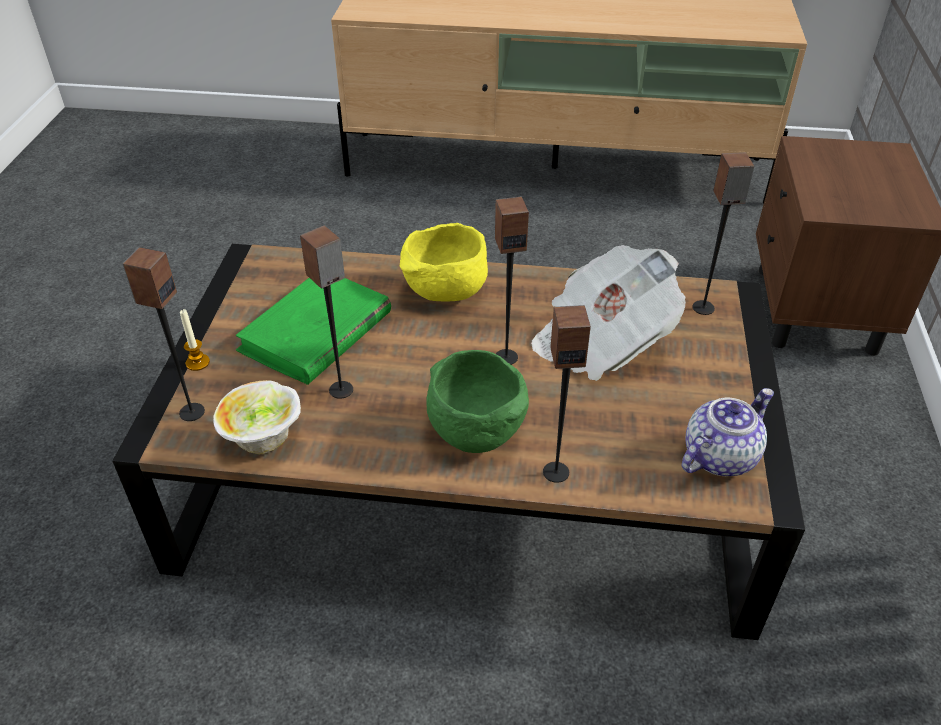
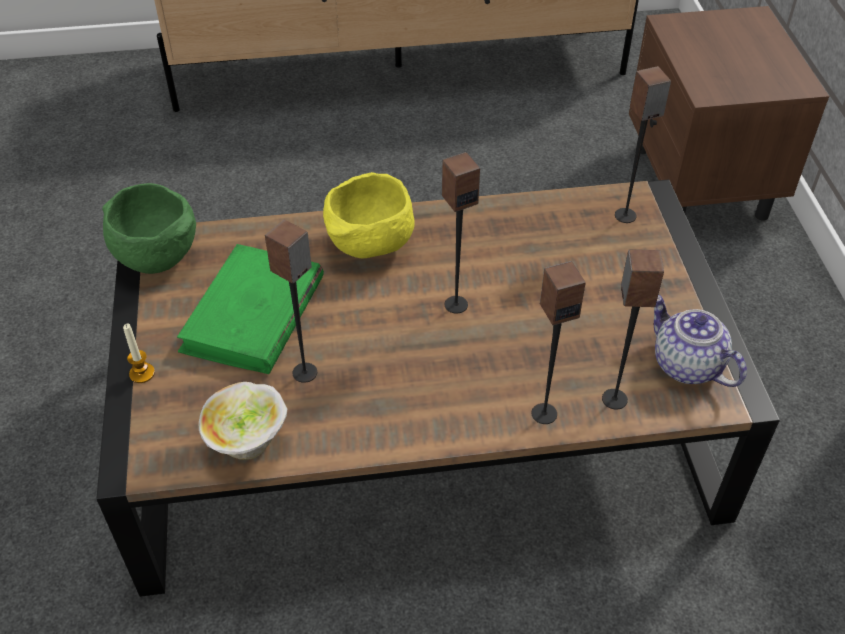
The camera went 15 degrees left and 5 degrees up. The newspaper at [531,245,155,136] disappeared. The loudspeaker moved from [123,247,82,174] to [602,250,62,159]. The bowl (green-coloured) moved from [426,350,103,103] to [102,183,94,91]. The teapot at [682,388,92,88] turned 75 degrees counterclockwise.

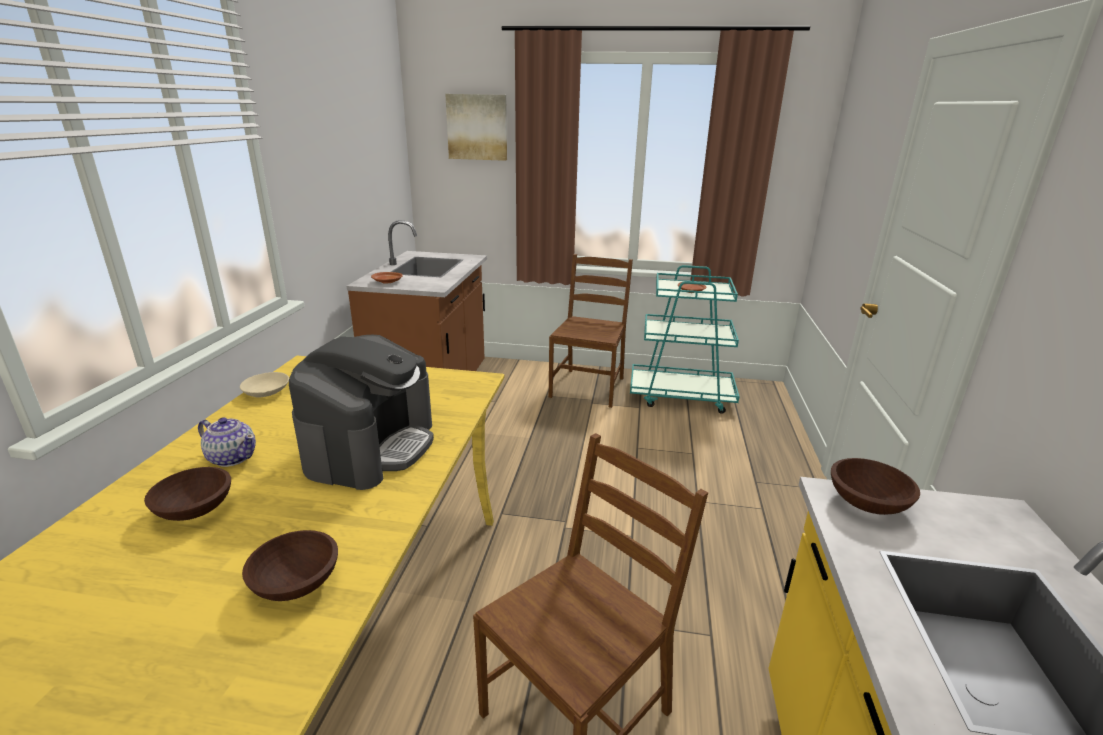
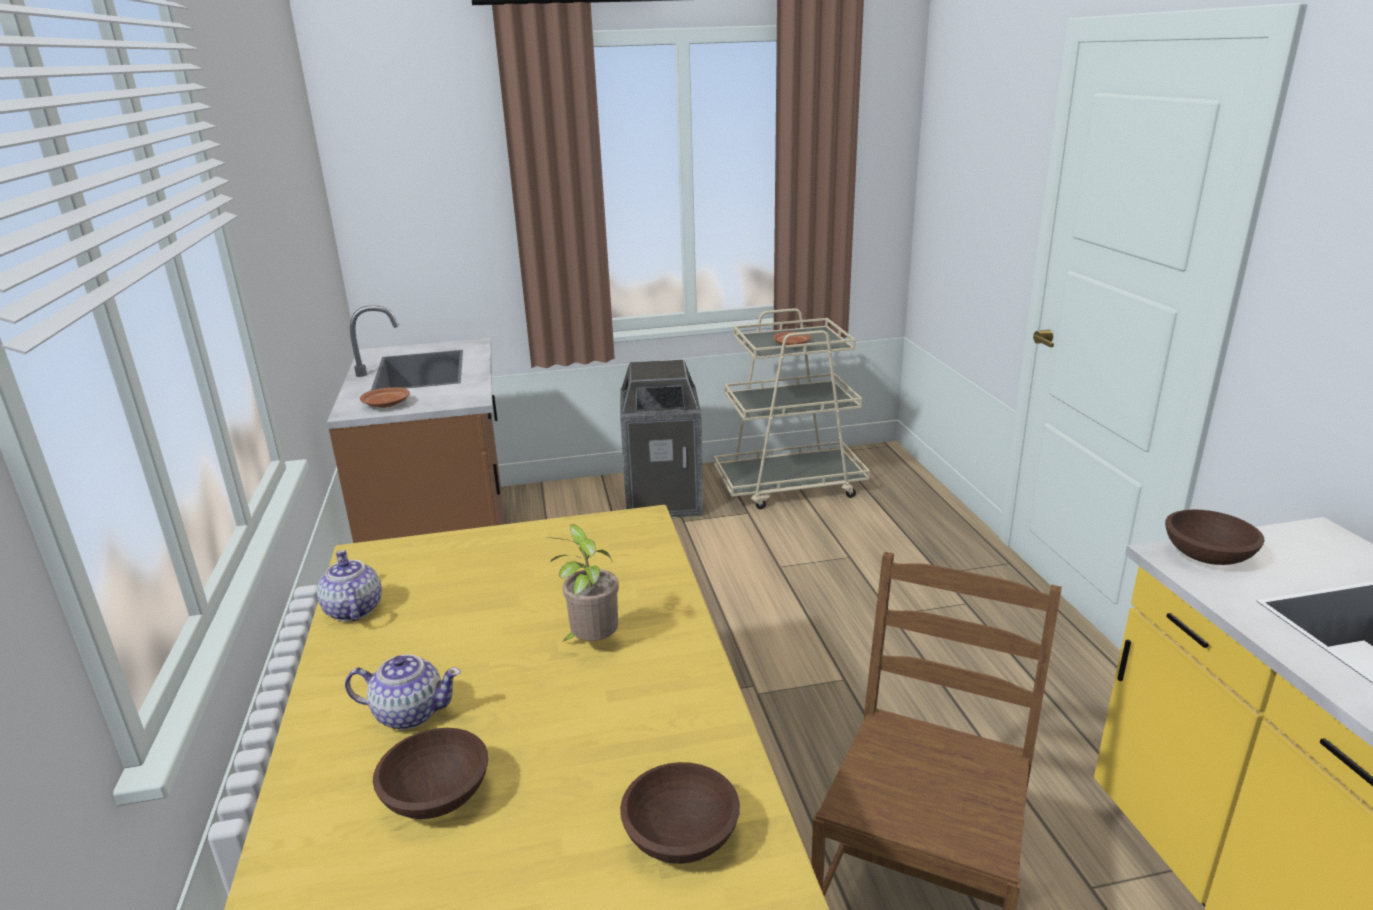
The camera went 20 degrees left and 0 degrees up. The picture at [445,94,62,67] disappeared. The bowl (sand-coloured) at [240,372,49,26] was replaced by the teapot at [317,550,65,71]. The coffee maker at [289,335,145,155] was replaced by the houseplant at [547,525,72,117]. The upright chair (brownish) at [549,254,84,154] was replaced by the trash can at [620,360,83,157]. The wheeled cart (turquoise-coloured) at [630,265,110,149] became the wheeled cart (sand-coloured) at [714,308,156,201].

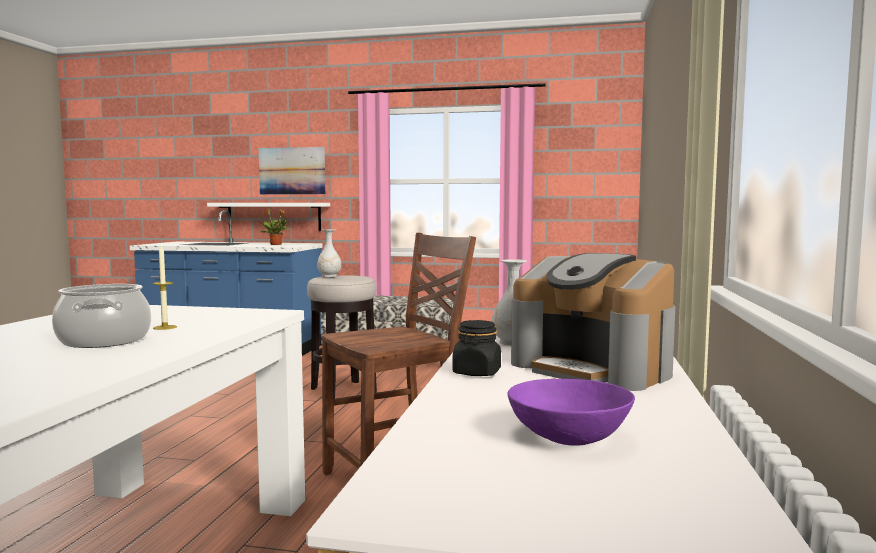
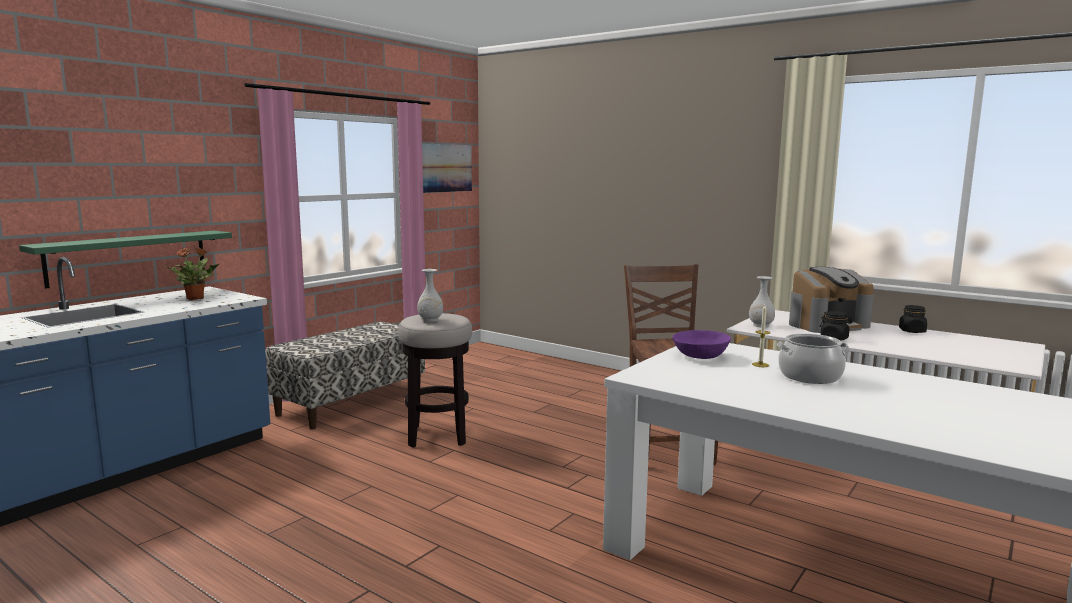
The camera went 65 degrees left and 5 degrees up. The preserve jar (blackish) at [899,305,28,28] appeared. The picture moved from [259,147,66,48] to [422,143,50,50]. The bowl (purple) moved from [507,379,128,67] to [672,330,59,29]. The bracket shelf (whitish) at [207,203,123,28] became the bracket shelf (green-coloured) at [19,231,213,58].

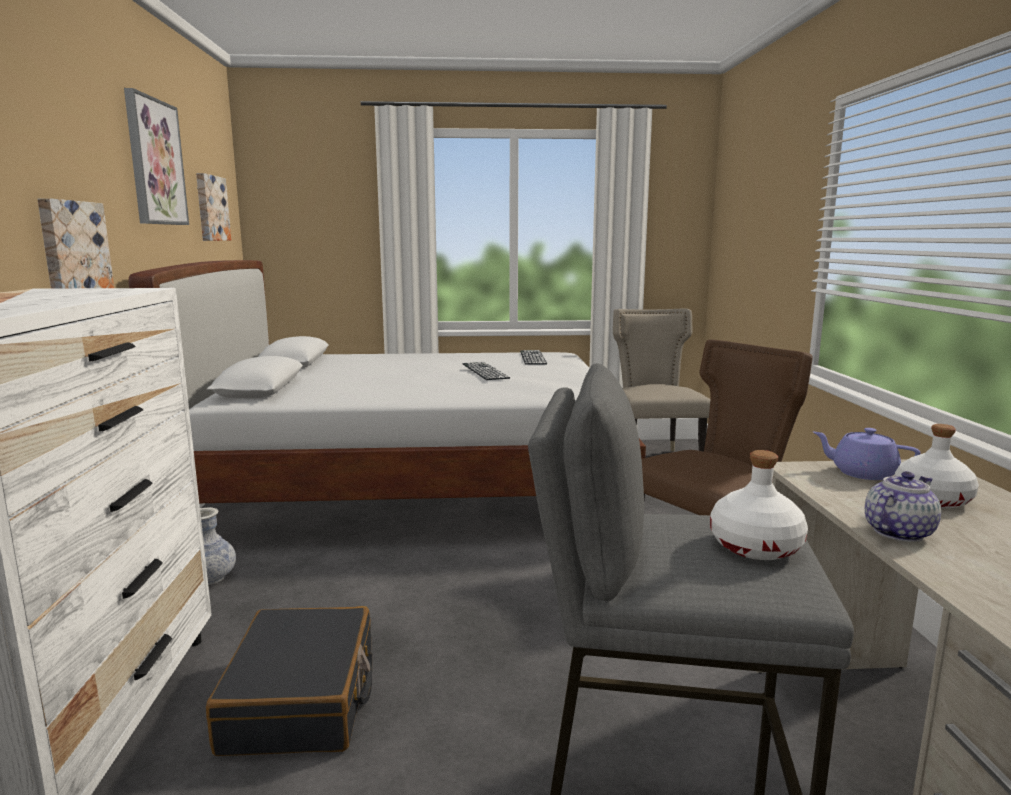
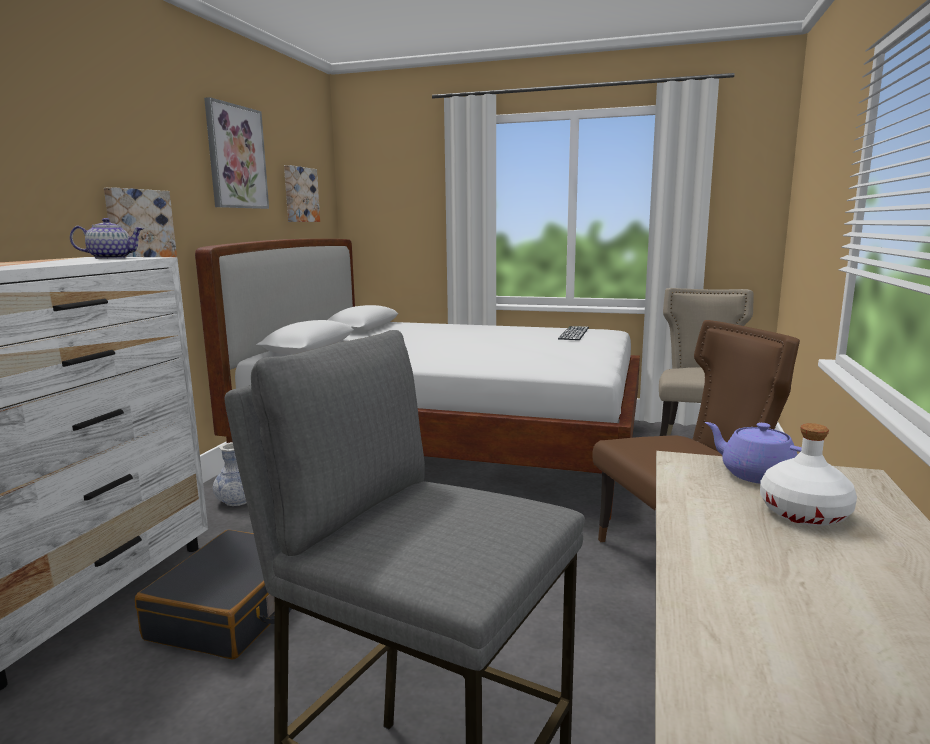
The camera went 20 degrees right and 0 degrees up. The keyboard at [463,362,47,18] disappeared. The beverage bottle (whitish) at [710,450,98,110] disappeared. The teapot moved from [865,471,76,71] to [70,218,74,41].

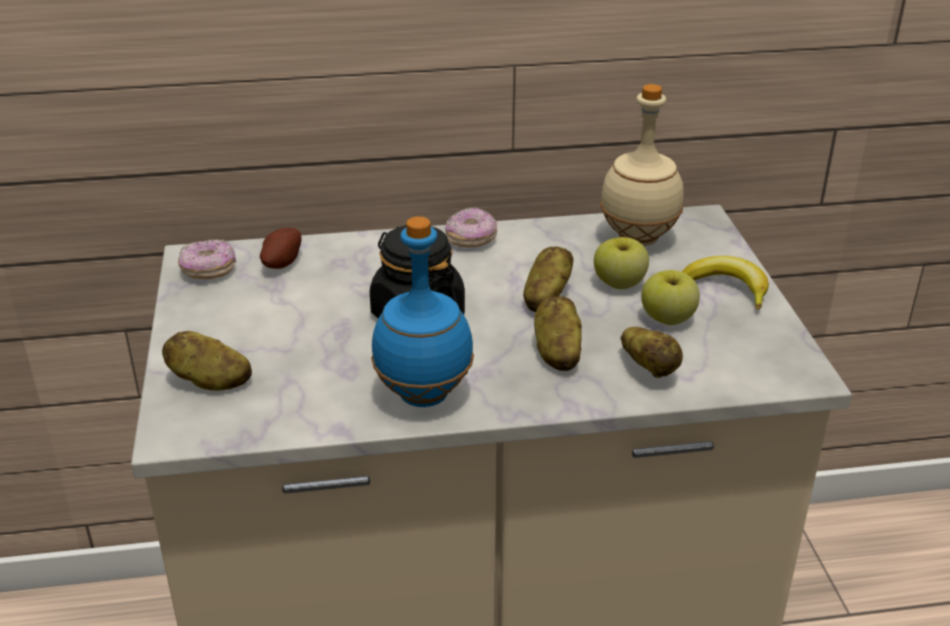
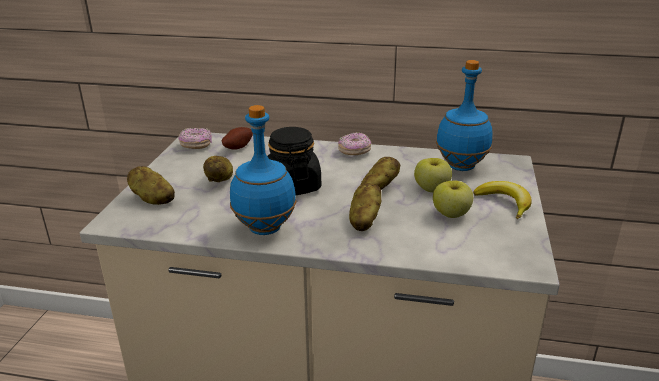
The camera went 20 degrees right and 5 degrees down. The whole potato moved from [621,327,62,51] to [203,156,30,26]. The beverage bottle (sand-coloured) at [600,84,84,162] became the beverage bottle (bluish) at [436,60,56,111].

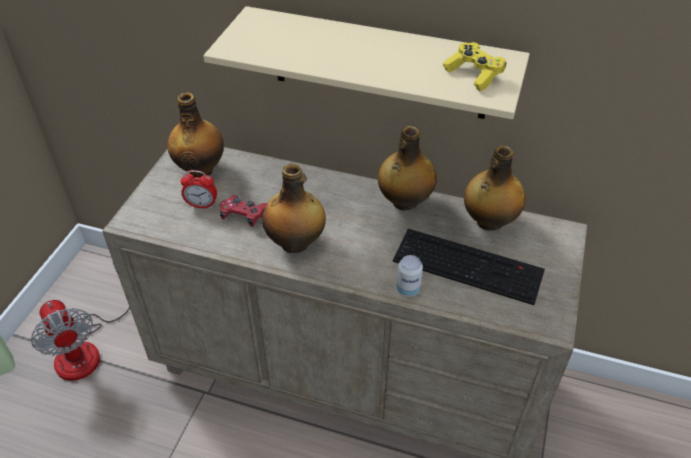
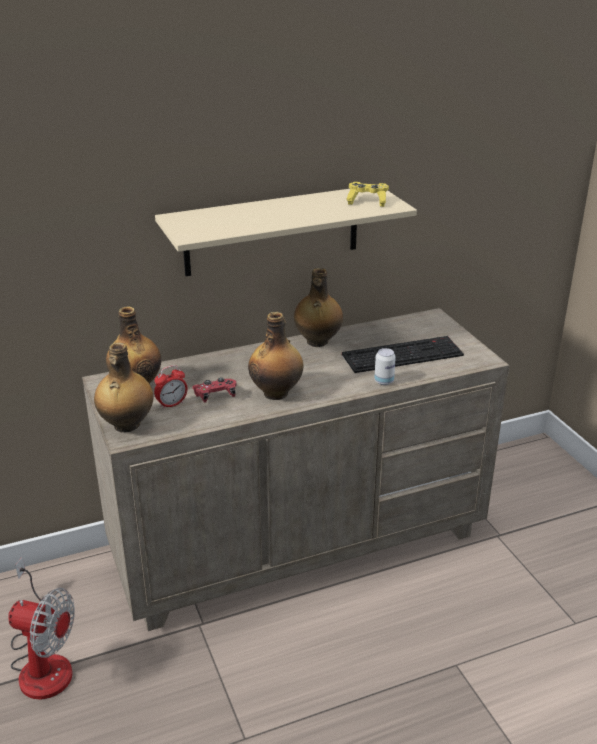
The camera went 40 degrees left and 15 degrees down. The beverage bottle moved from [464,145,62,86] to [94,343,59,90].

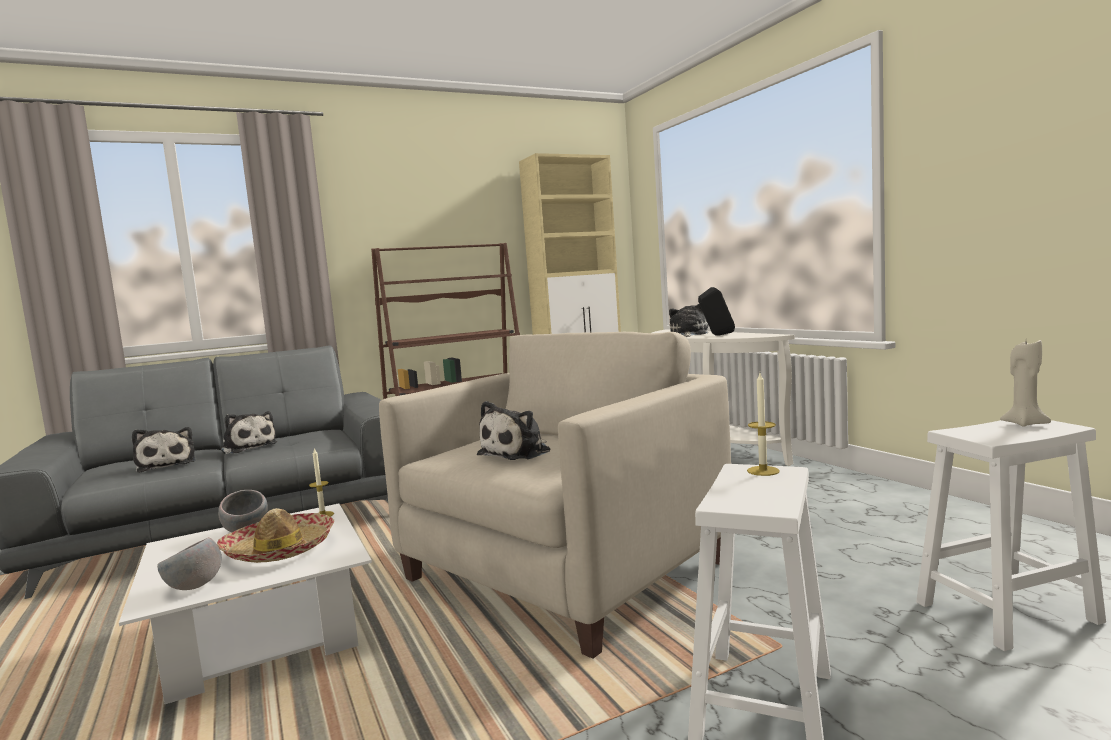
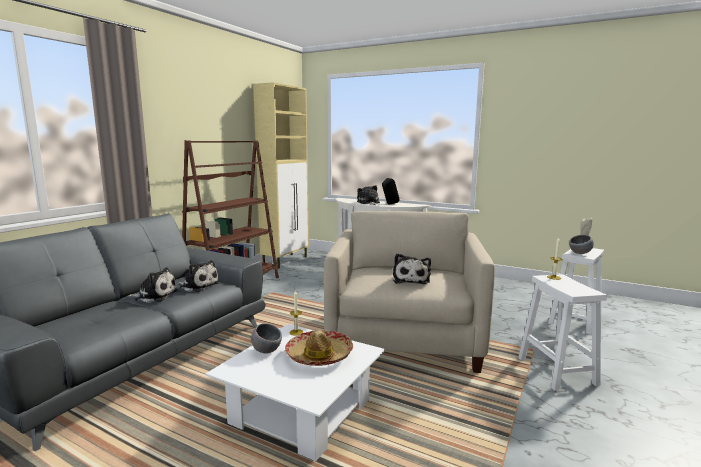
The camera went 35 degrees left and 5 degrees up. The cuddly toy moved from [132,427,64,46] to [178,260,42,32]. The bowl (gray) moved from [157,537,65,53] to [569,235,25,19].

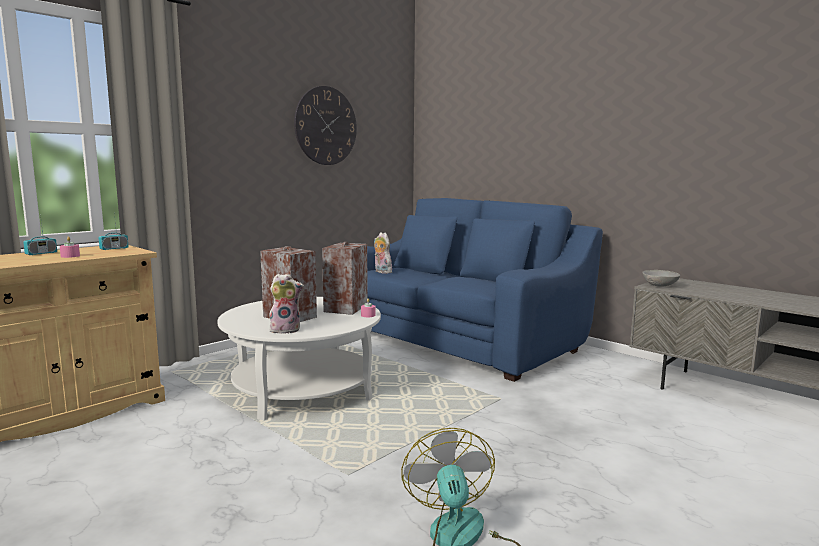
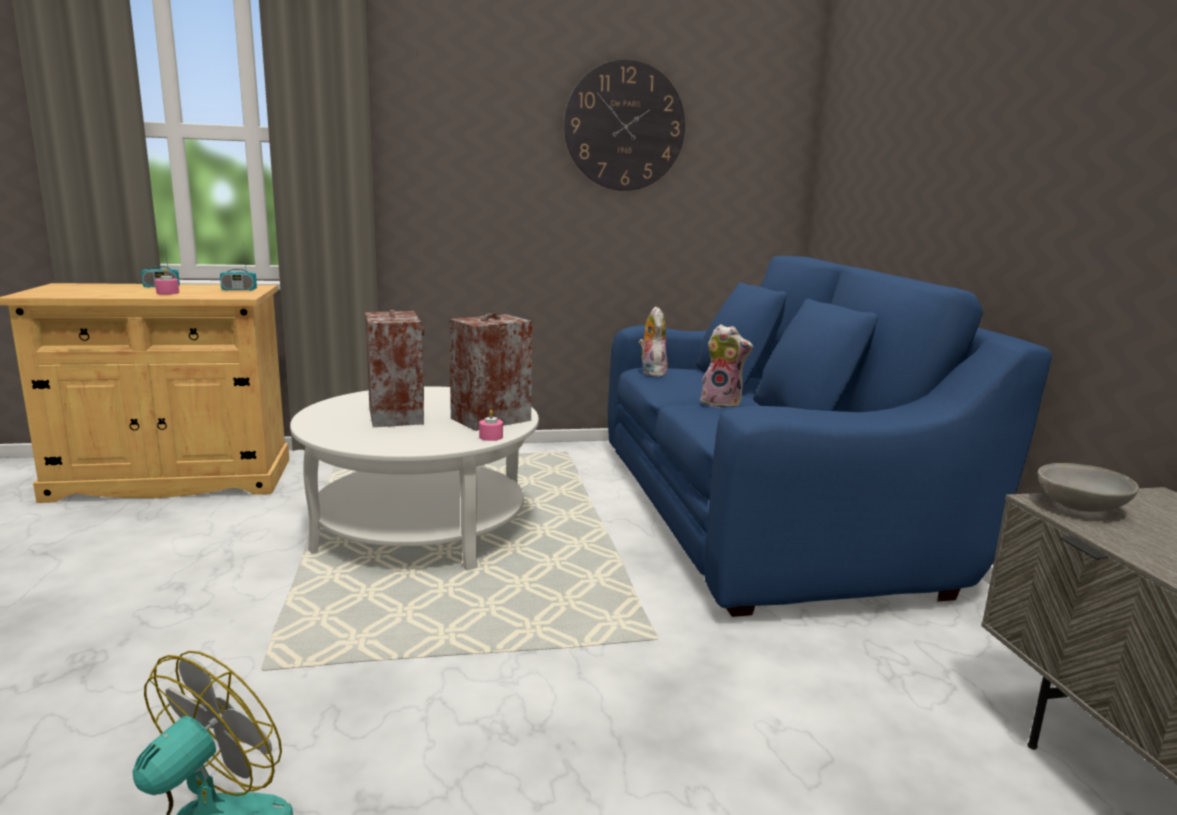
The camera went 35 degrees right and 5 degrees up. The cuddly toy moved from [269,273,35,61] to [700,324,53,84].

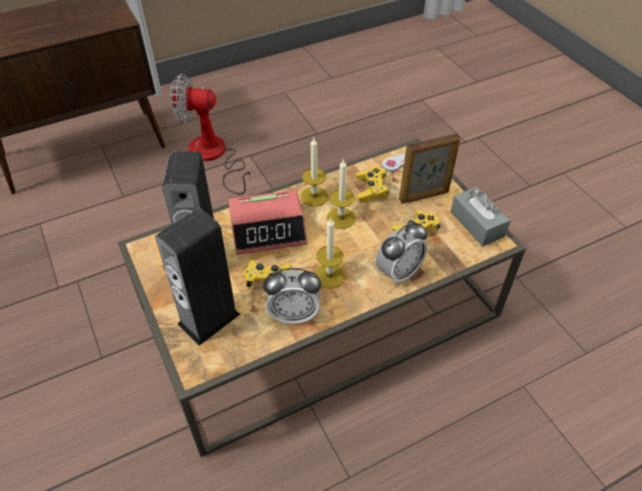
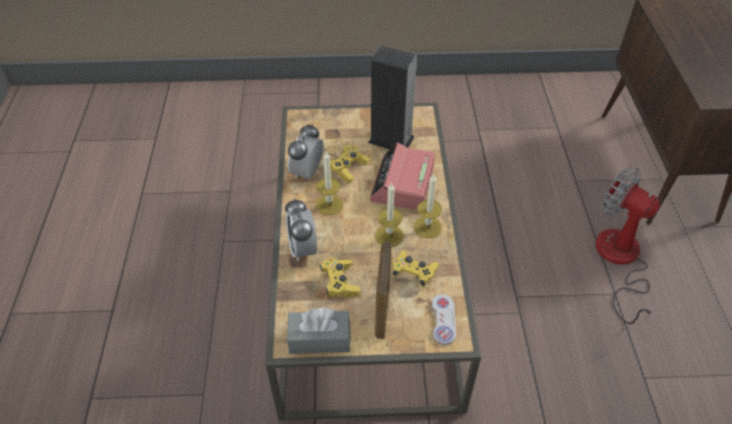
The camera went 115 degrees right and 0 degrees up. The loudspeaker at [155,208,85,138] disappeared. The fan at [170,74,83,120] turned 75 degrees counterclockwise.

